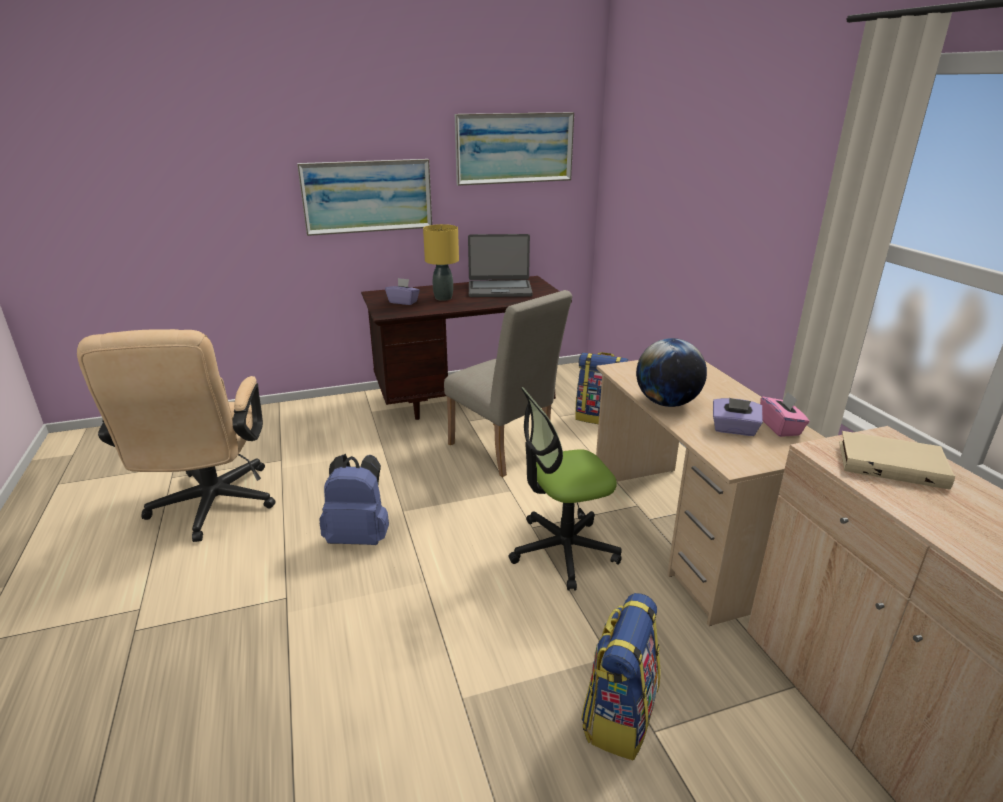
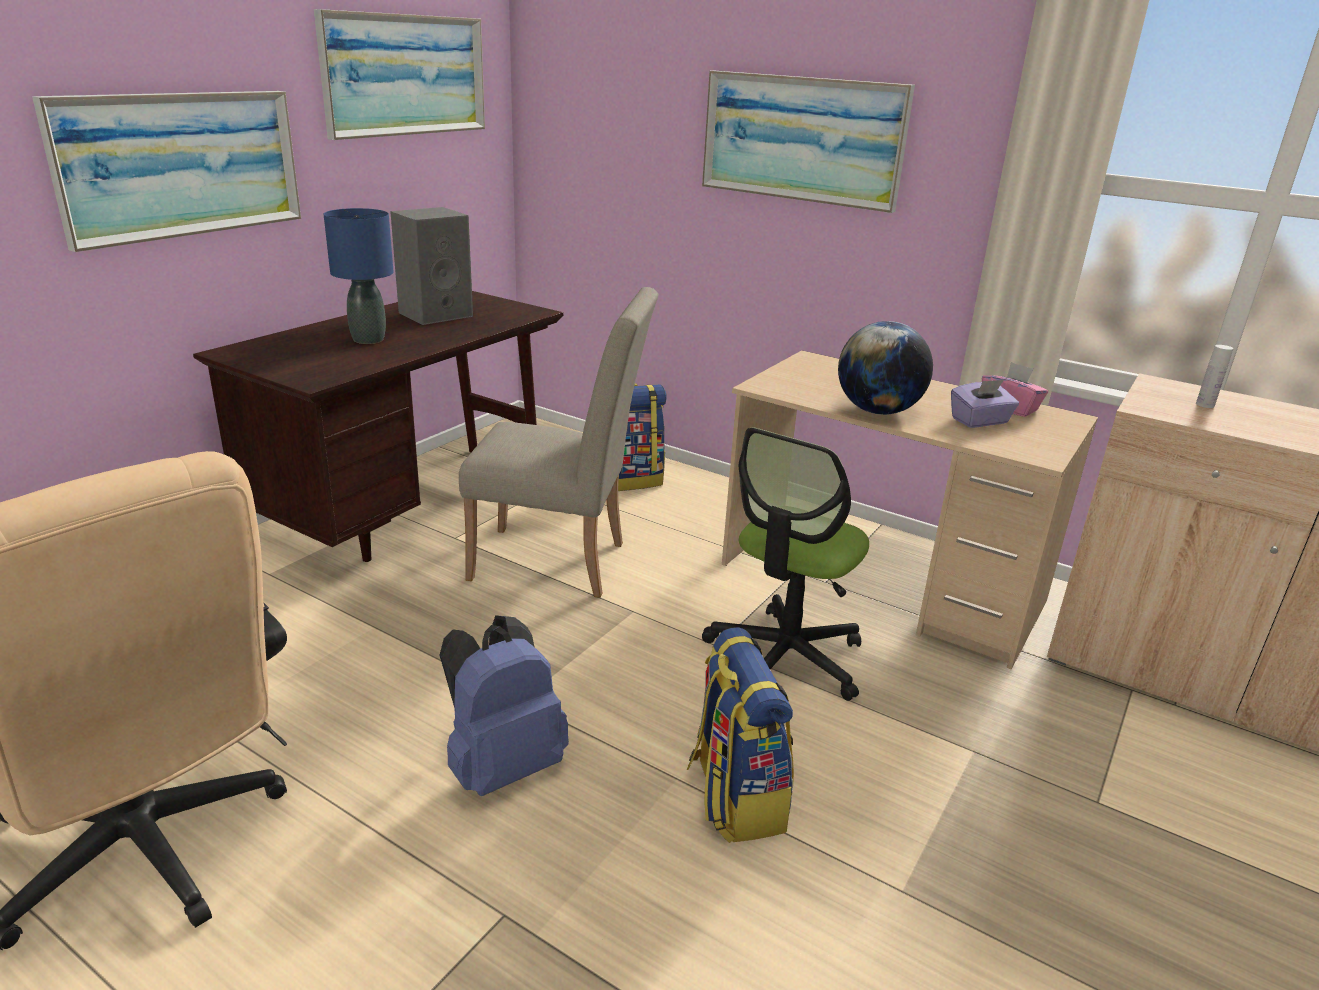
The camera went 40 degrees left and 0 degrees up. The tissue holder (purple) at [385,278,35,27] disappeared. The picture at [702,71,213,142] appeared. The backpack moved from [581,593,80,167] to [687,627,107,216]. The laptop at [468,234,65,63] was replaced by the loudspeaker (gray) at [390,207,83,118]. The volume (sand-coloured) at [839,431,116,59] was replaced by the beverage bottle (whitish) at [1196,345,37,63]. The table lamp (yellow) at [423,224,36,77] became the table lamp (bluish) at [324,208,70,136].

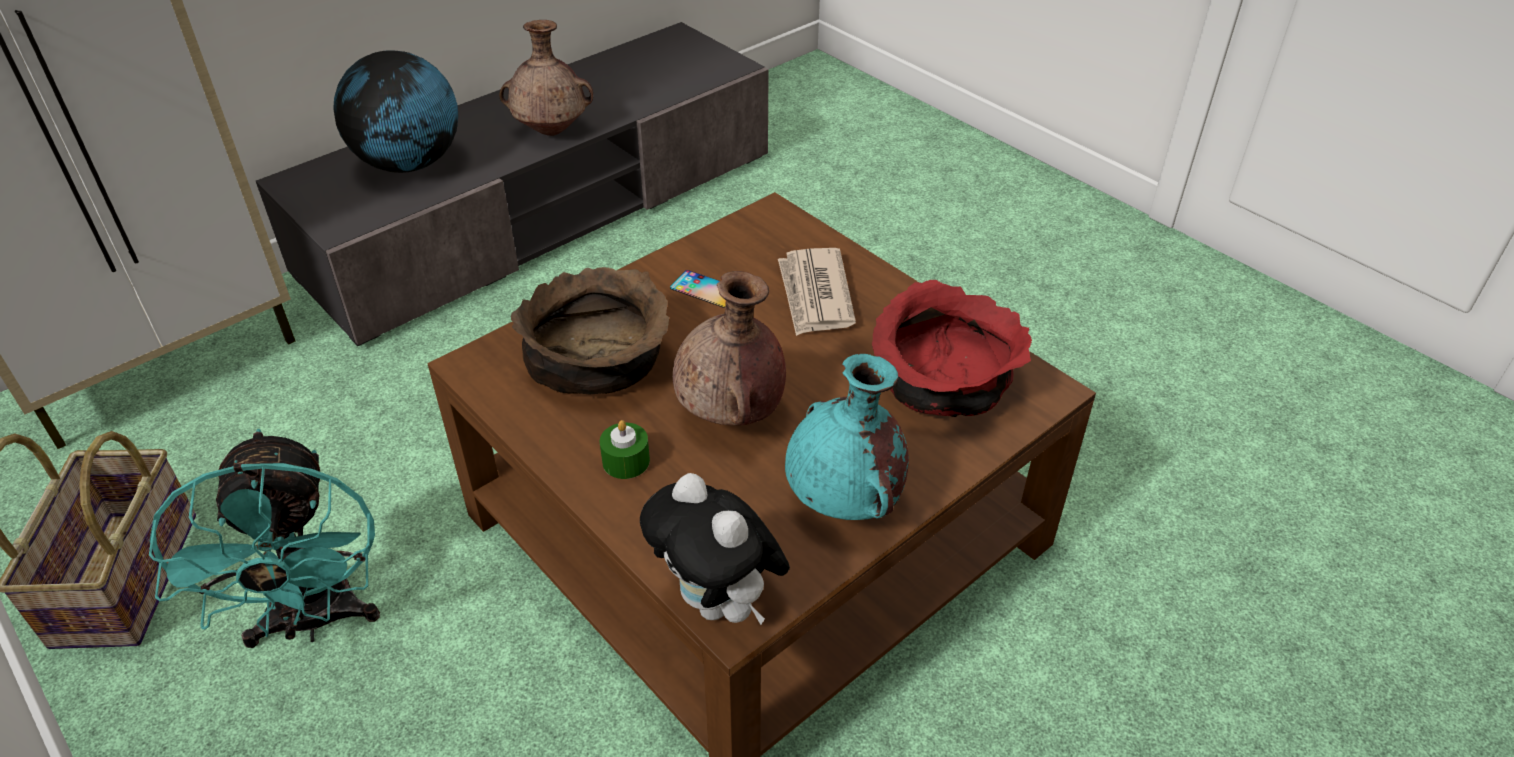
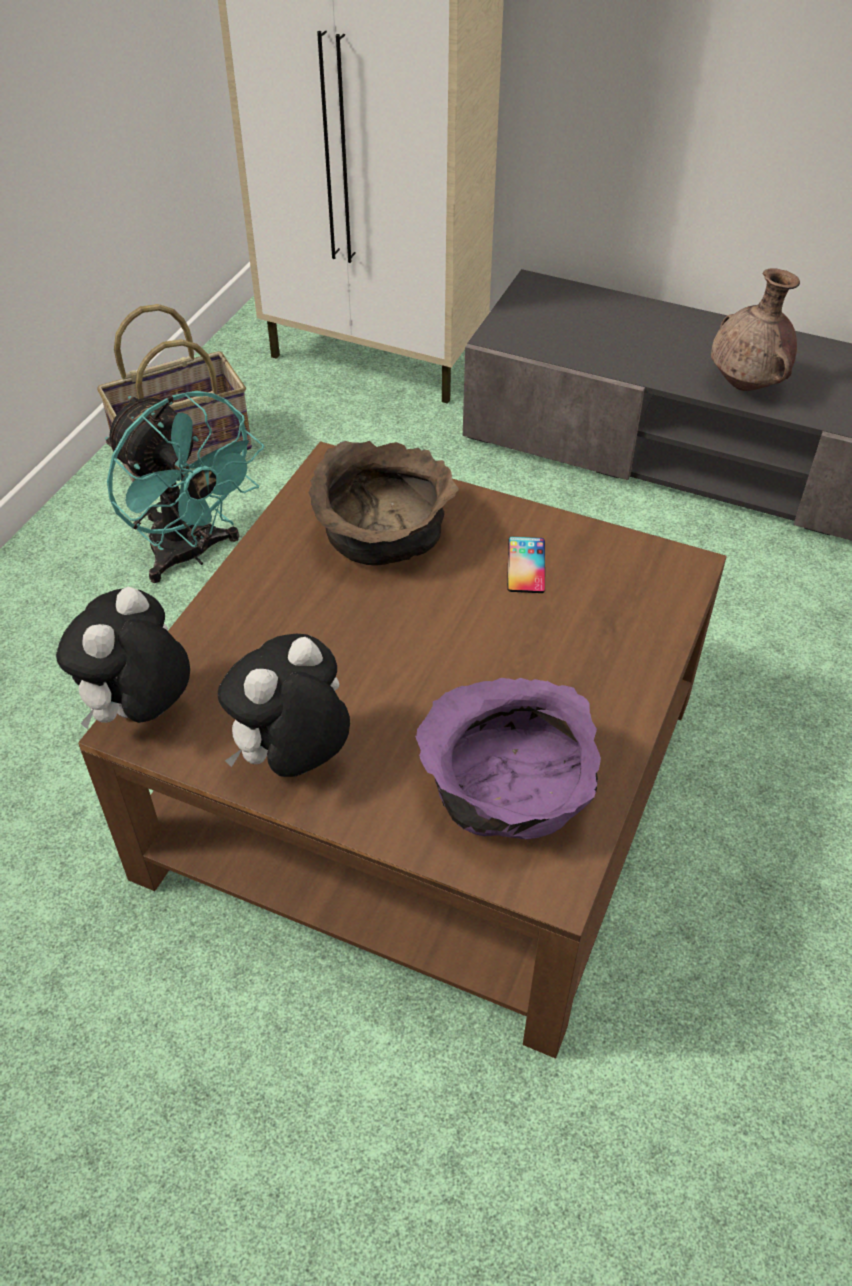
The camera went 65 degrees right and 5 degrees up. The world globe at [333,50,125,123] disappeared. The wax candle (green-coloured) at [600,420,50,59] disappeared. The vase (brownish) at [673,271,113,155] disappeared. The newspaper at [778,248,78,88] disappeared. The vase (turquoise-coloured) at [785,354,124,166] was replaced by the cuddly toy at [218,634,132,143]. The bowl (red-coloured) at [872,280,160,137] became the bowl (purple) at [415,678,186,161]. The fan (turquoise-coloured) at [149,429,231,219] turned 90 degrees counterclockwise.

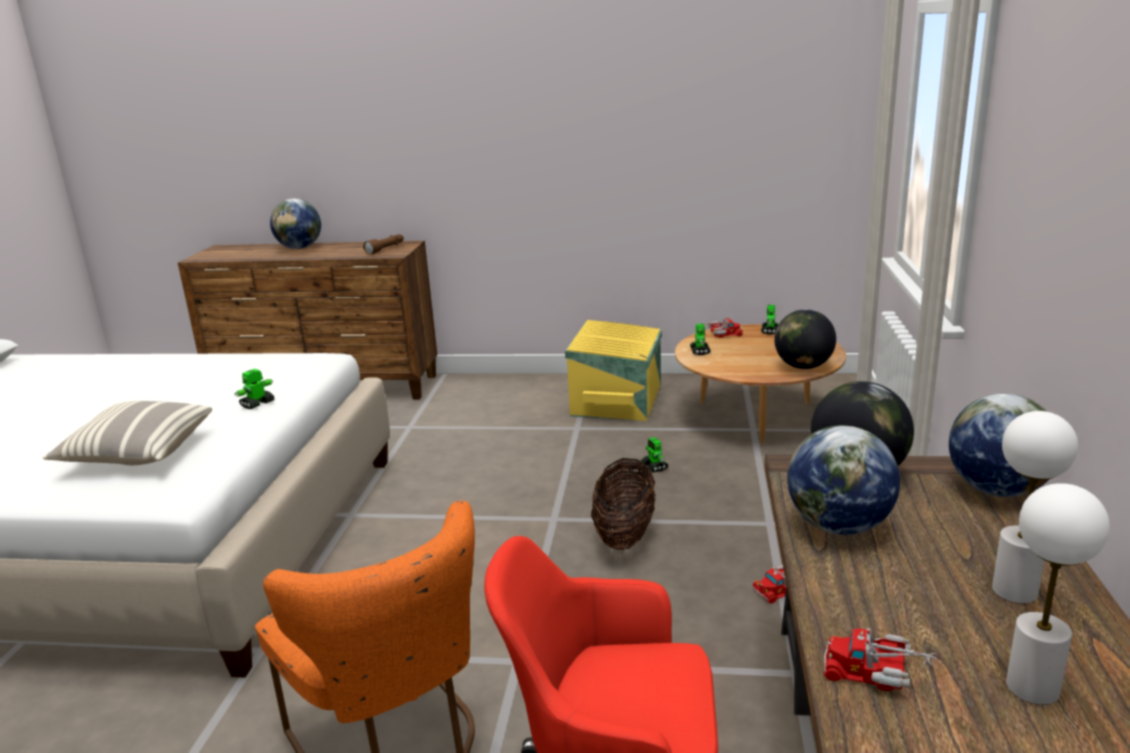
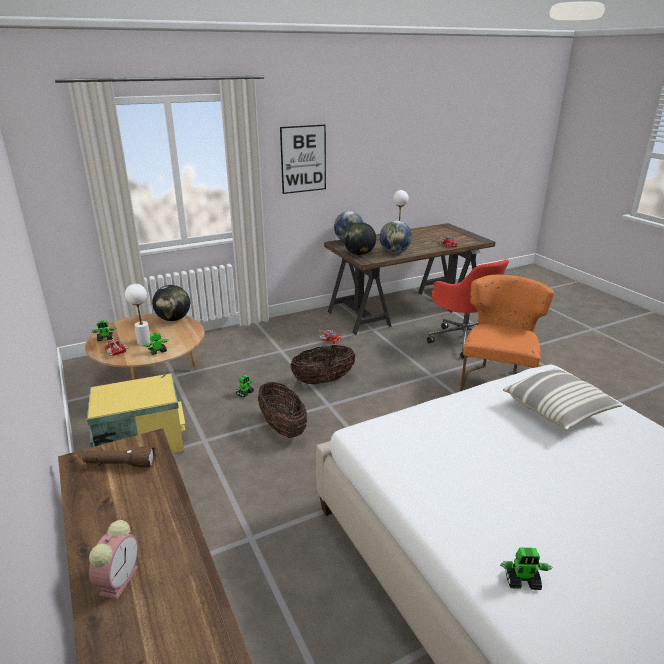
The camera went 125 degrees left and 5 degrees up. The storage basket at [258,382,49,56] appeared. The picture at [280,124,46,70] appeared. The toy robot moved from [234,369,41,40] to [500,547,52,43]. The table lamp (whitish) moved from [1006,483,104,222] to [125,284,26,61]. The world globe at [270,199,51,50] was replaced by the alarm clock at [89,520,49,80].

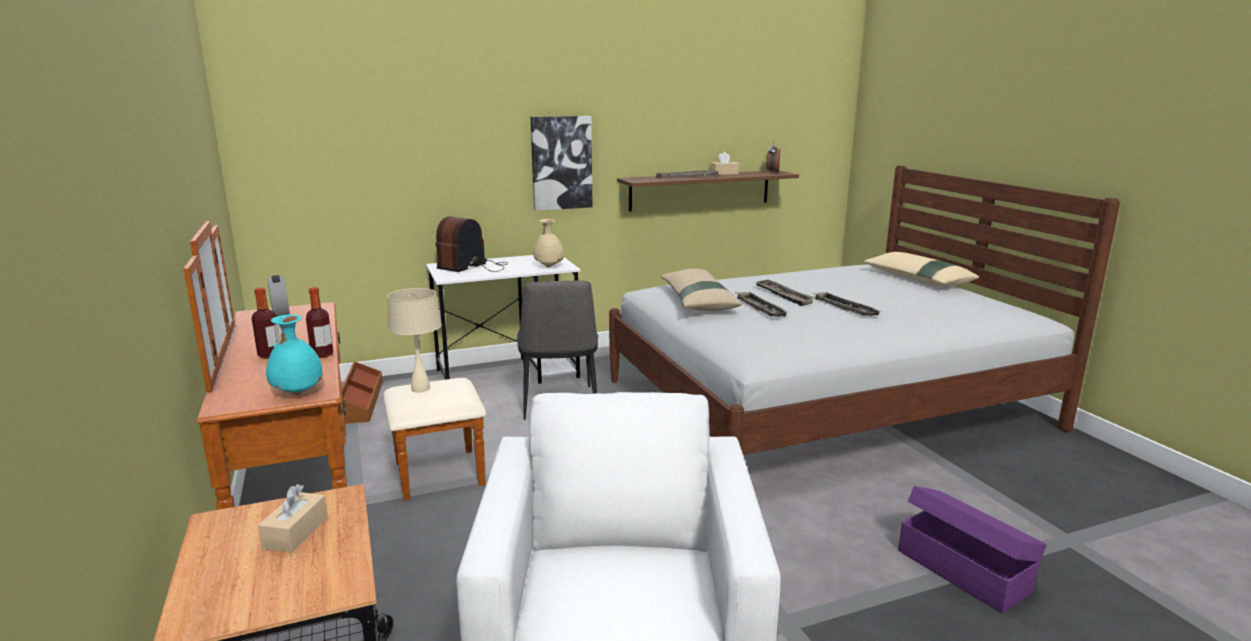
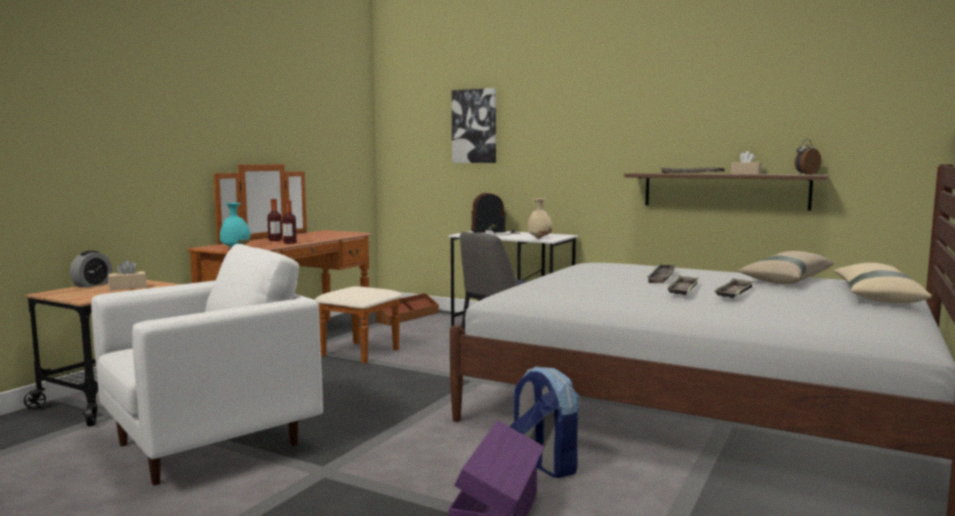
The camera went 50 degrees right and 10 degrees down. The table lamp (sand-coloured) at [387,288,55,104] disappeared. The backpack at [510,366,69,112] appeared. The alarm clock moved from [267,275,23,41] to [70,251,42,37]. The picture moved from [531,116,61,95] to [452,88,44,75]. The cushion (sand-coloured) moved from [660,269,82,42] to [737,251,97,33]. The tray moved from [735,291,55,26] to [715,278,39,20].

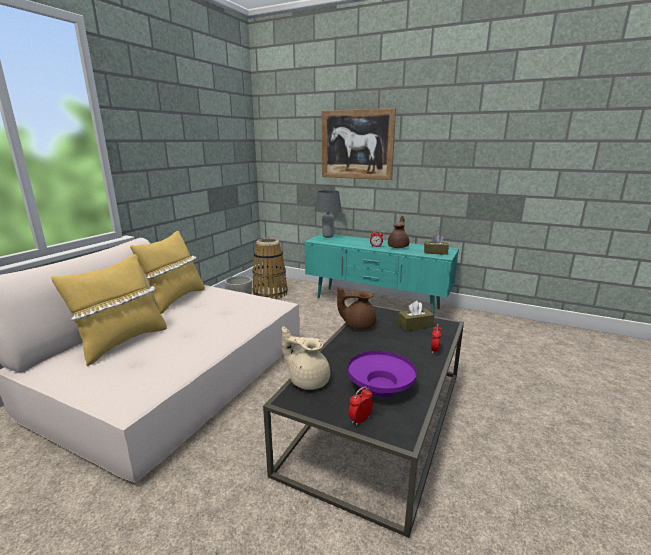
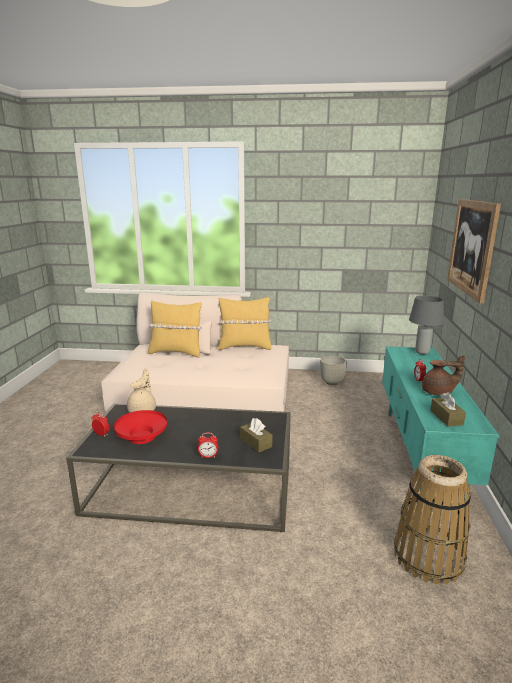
The camera went 70 degrees right and 0 degrees up. The teapot (brownish) at [337,287,39,43] disappeared. The storage basket moved from [252,238,36,61] to [394,455,77,130]. The bowl (purple) at [348,351,69,46] became the bowl (red-coloured) at [114,410,53,34].

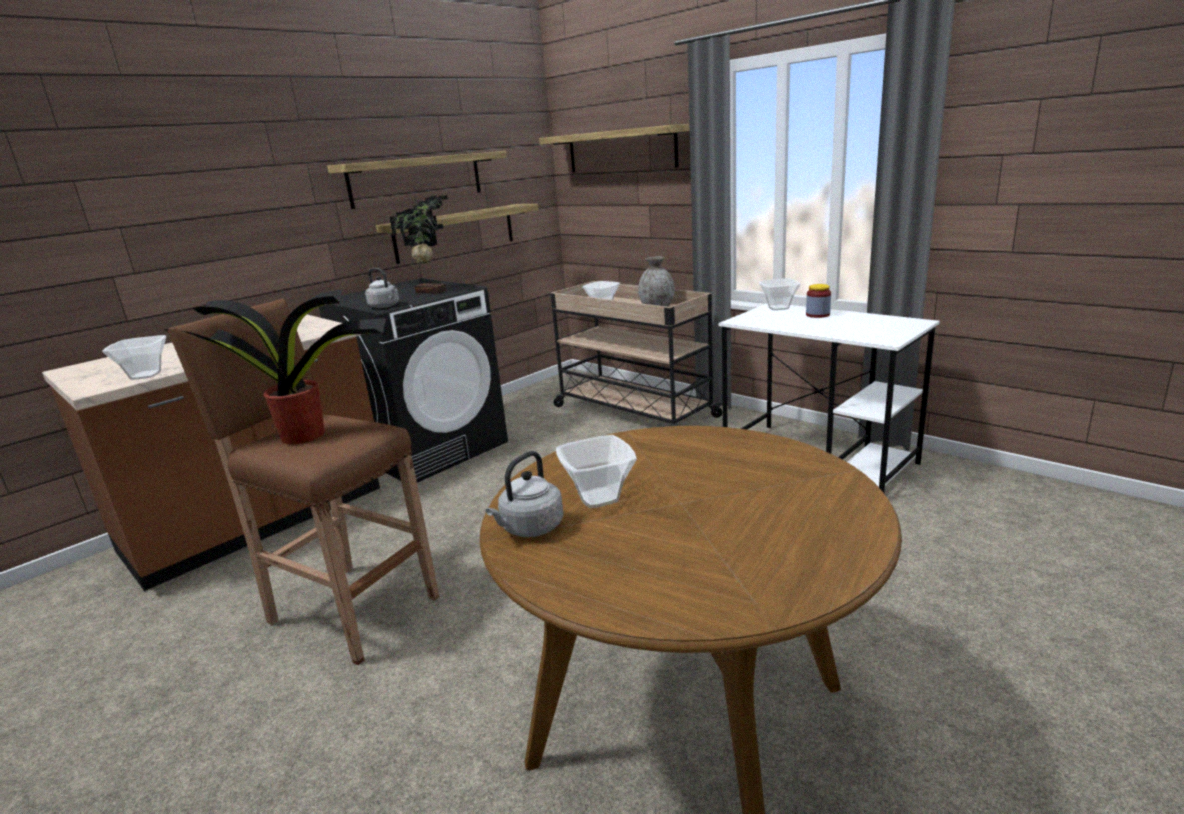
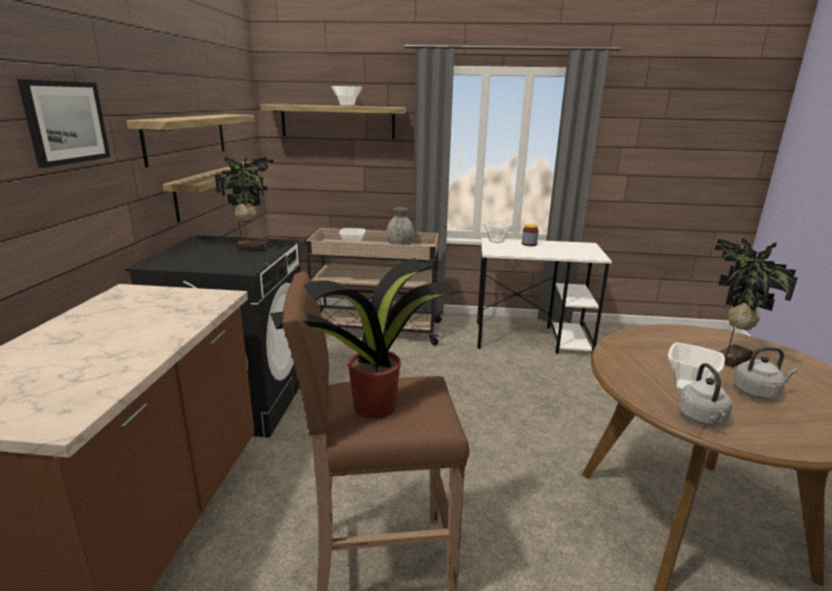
The camera went 40 degrees left and 0 degrees up. The picture at [17,79,93,89] appeared. The houseplant at [715,238,83,130] appeared. The bowl moved from [102,335,64,45] to [331,86,31,20]. The water kettle (gray) moved from [365,268,34,40] to [733,347,65,53].

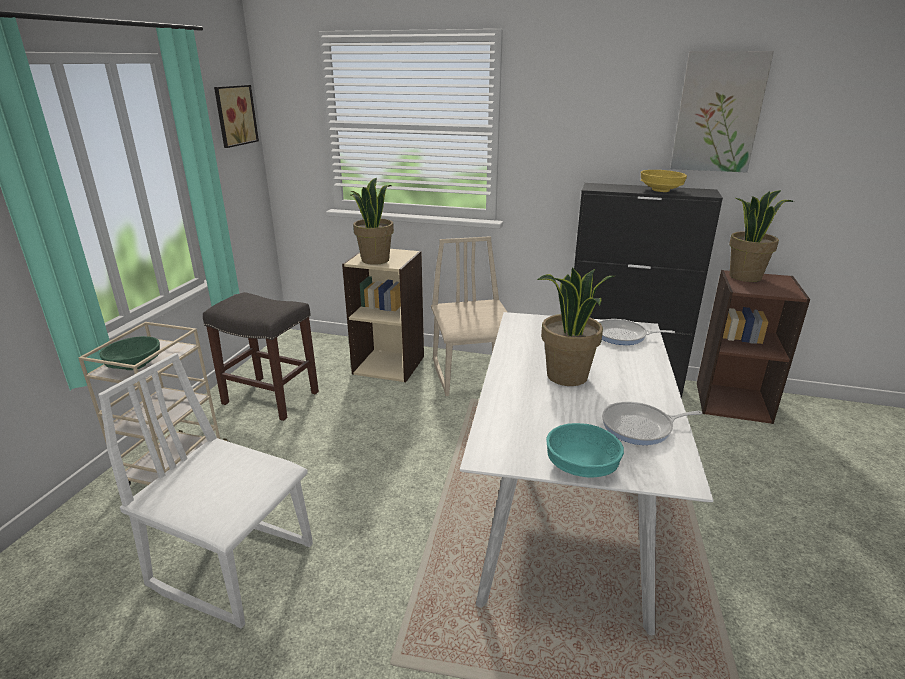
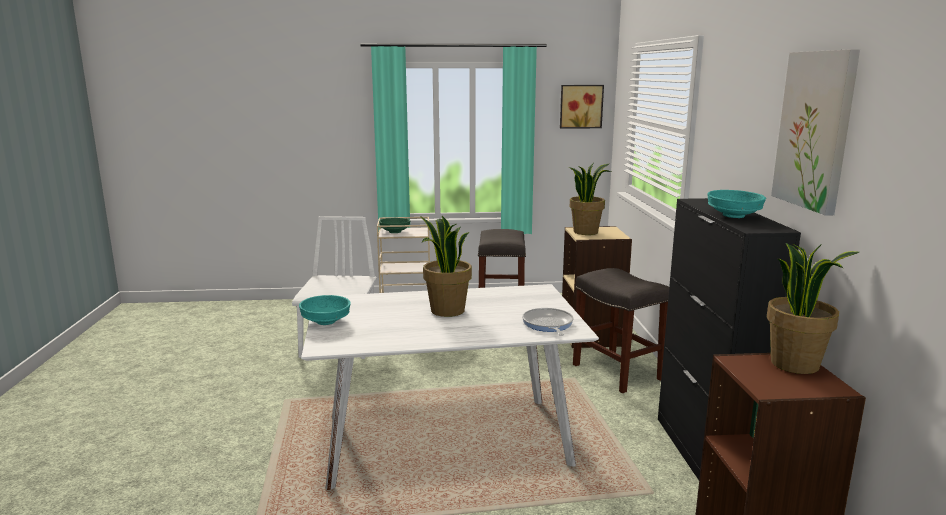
The camera went 70 degrees right and 10 degrees down. The pan at [602,401,101,44] disappeared. The upright chair (sand-coloured) at [431,236,76,160] was replaced by the stool (gray) at [573,268,96,125]. The bowl (yellow) at [641,170,46,22] became the bowl (turquoise-coloured) at [708,190,58,28].

